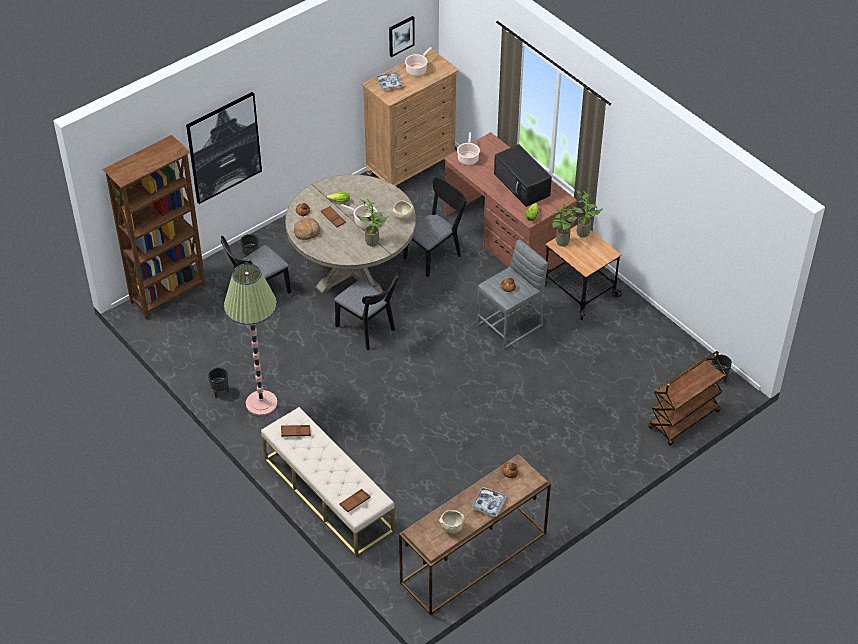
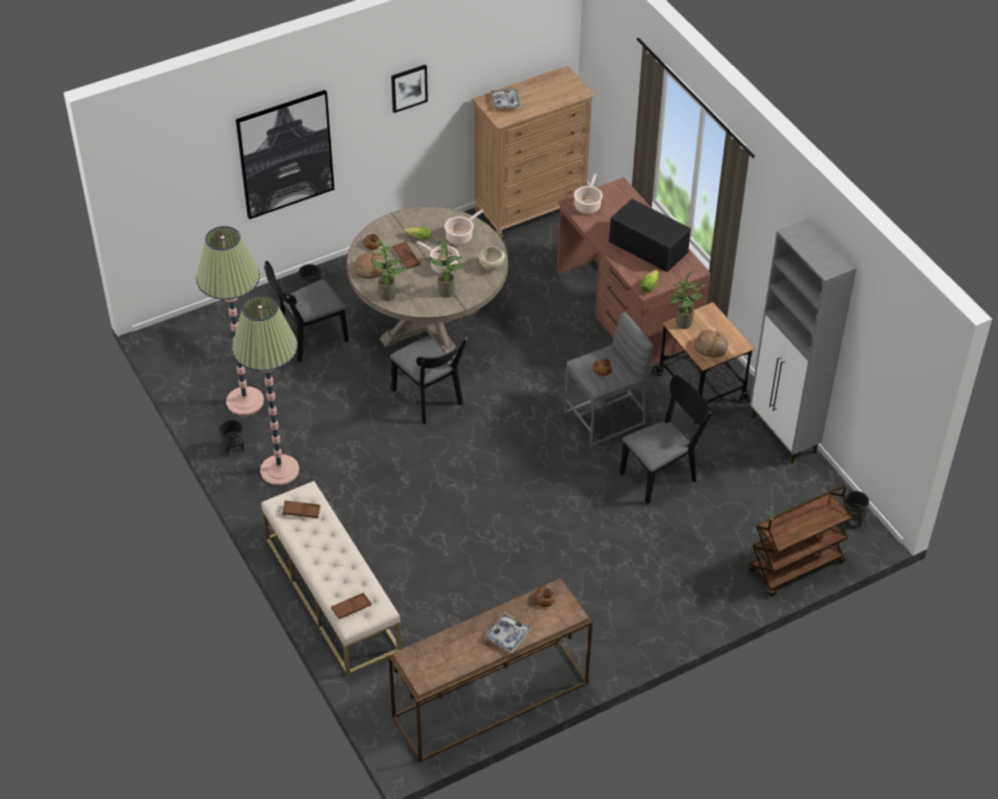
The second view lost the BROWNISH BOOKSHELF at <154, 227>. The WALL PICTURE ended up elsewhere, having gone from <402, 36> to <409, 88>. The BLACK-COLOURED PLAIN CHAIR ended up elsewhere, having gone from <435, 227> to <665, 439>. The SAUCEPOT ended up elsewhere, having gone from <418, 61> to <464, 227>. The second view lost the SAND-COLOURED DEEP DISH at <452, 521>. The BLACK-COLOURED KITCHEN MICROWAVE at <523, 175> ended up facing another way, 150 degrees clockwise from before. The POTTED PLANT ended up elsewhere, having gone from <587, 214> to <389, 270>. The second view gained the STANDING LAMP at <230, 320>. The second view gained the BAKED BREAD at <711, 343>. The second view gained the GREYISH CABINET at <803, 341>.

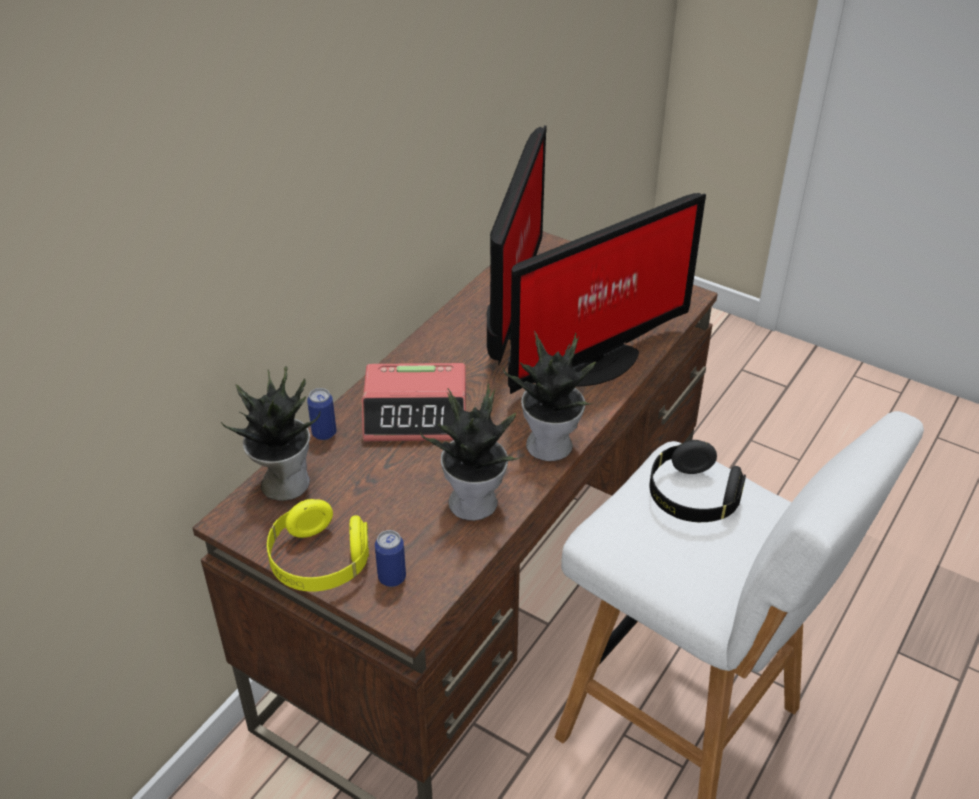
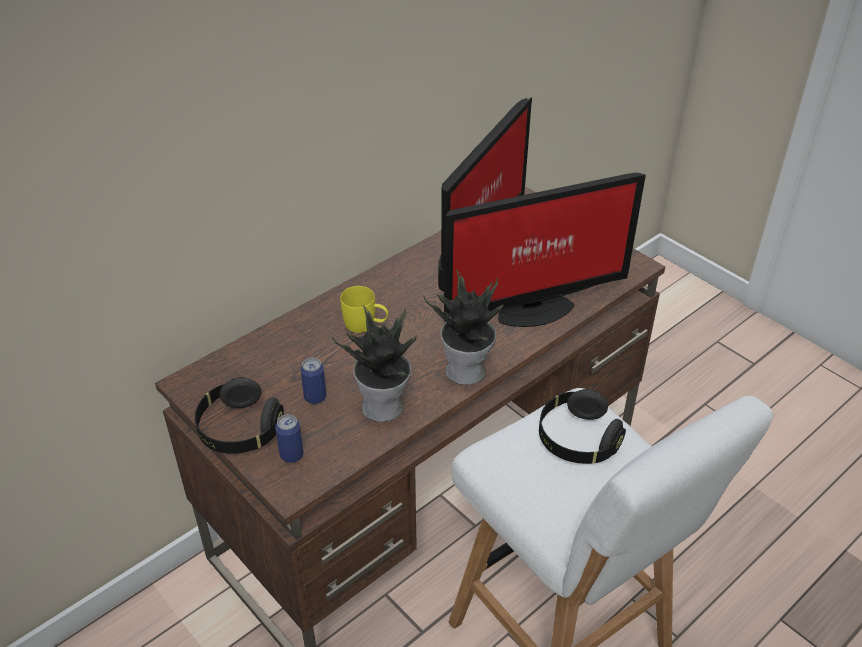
The second view lost the POTTED PLANT at <270, 433>. What was the YELLOWISH HEADPHONES at <318, 545> turned into the BLACK-COLOURED HEADPHONES at <239, 415>. The METAL CAN ended up elsewhere, having gone from <321, 414> to <313, 381>. Where the ALARM CLOCK stood at <414, 402>, the YELLOWISH TEA MUG came to stand at <364, 309>.

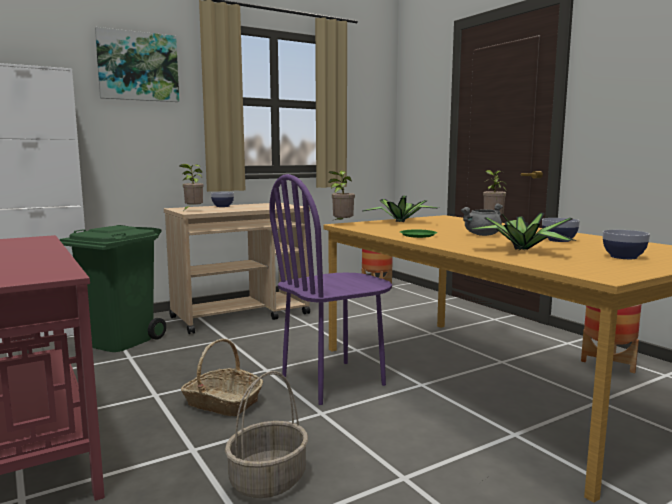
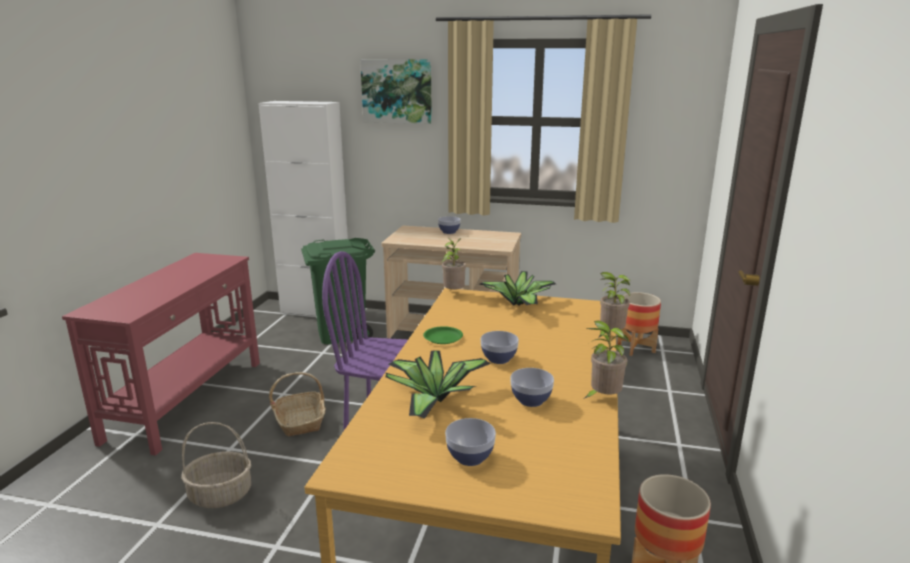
The POTTED PLANT ended up elsewhere, having gone from <191, 187> to <607, 359>. Where the GREYISH SAUCEPOT stood at <482, 219>, the DEEP DISH came to stand at <500, 347>.

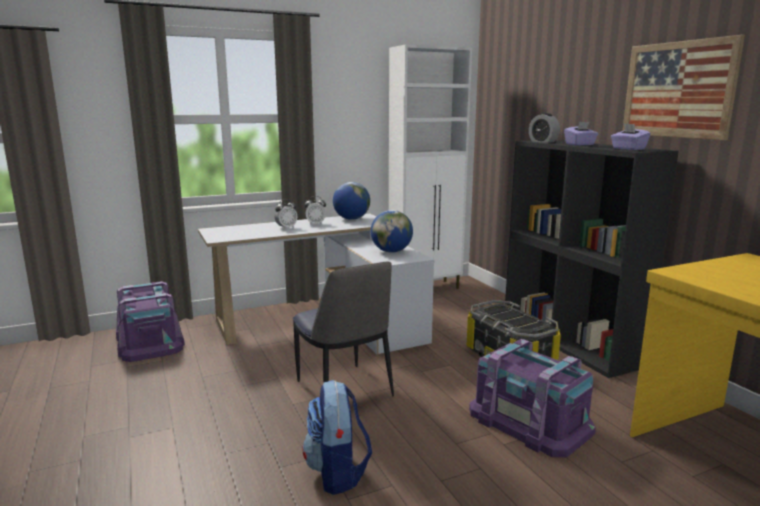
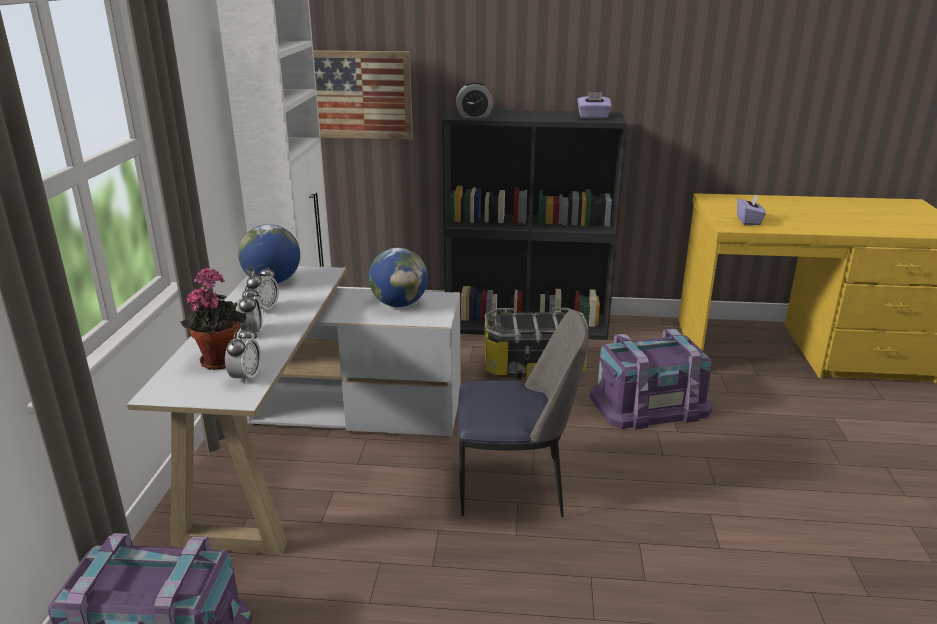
The second view lost the RUCKSACK at <337, 437>. The PURPLISH BOX OF TISSUES ended up elsewhere, having gone from <581, 134> to <751, 209>. The WALL PICTURE ended up elsewhere, having gone from <684, 87> to <363, 95>. The second view gained the POTTED PLANT at <213, 319>. The second view gained the ALARM CLOCK at <243, 354>.

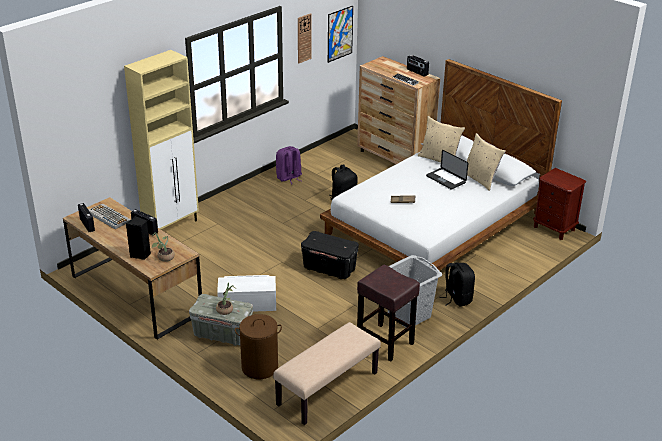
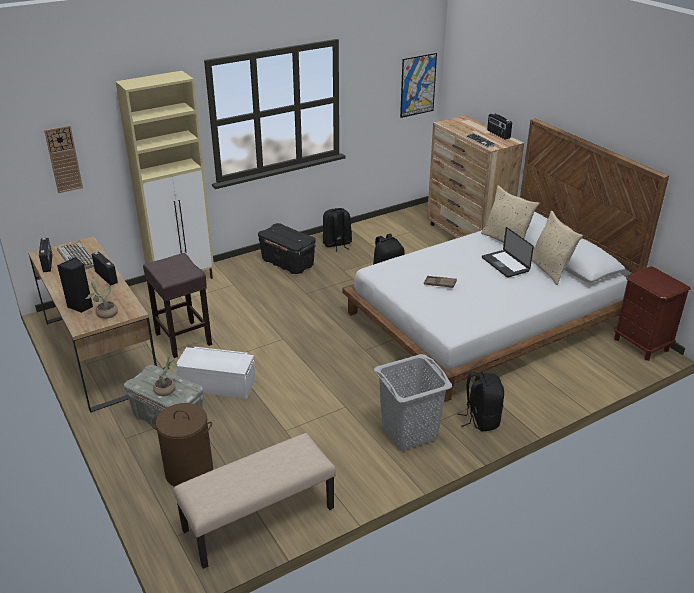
What was the PURPLISH RUCKSACK at <289, 165> turned into the BLACK-COLOURED RUCKSACK at <337, 230>. The CLOCK ON THE WALL ended up elsewhere, having gone from <305, 38> to <63, 159>. The BLACK-COLOURED STORAGE CONTAINER ended up elsewhere, having gone from <330, 255> to <287, 248>. The BROWNISH STOOL ended up elsewhere, having gone from <388, 313> to <177, 305>.

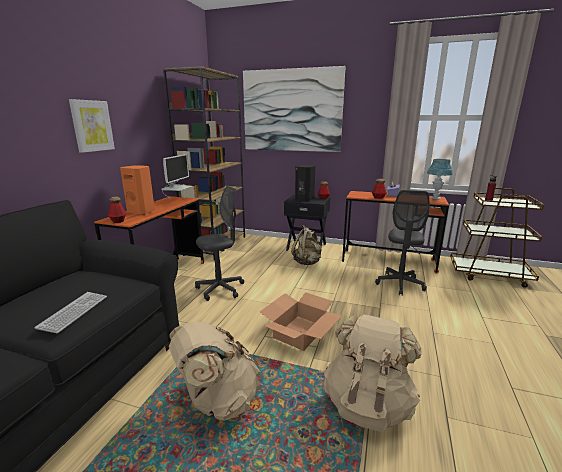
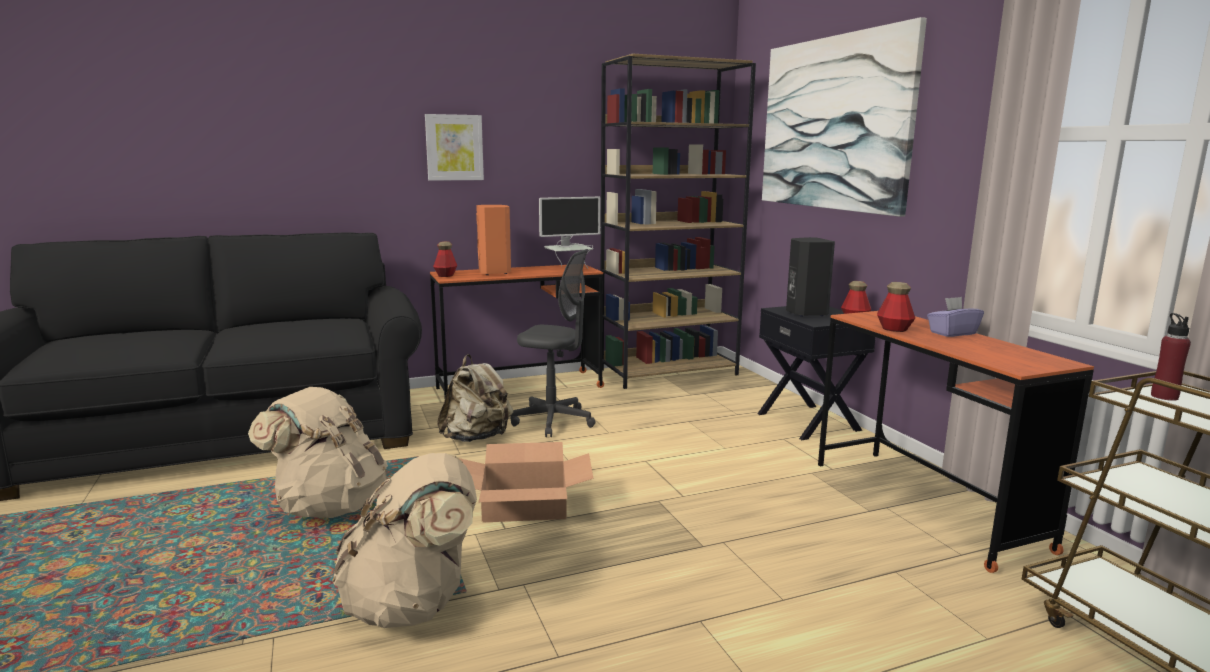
The second view lost the KEYBOARD at <70, 312>. The SAND-COLOURED RUCKSACK ended up elsewhere, having gone from <306, 245> to <475, 398>. The second view lost the GREYISH COMPUTER CHAIR at <402, 242>. The second view lost the BLUE-COLOURED TABLETOP LAMP at <440, 179>.

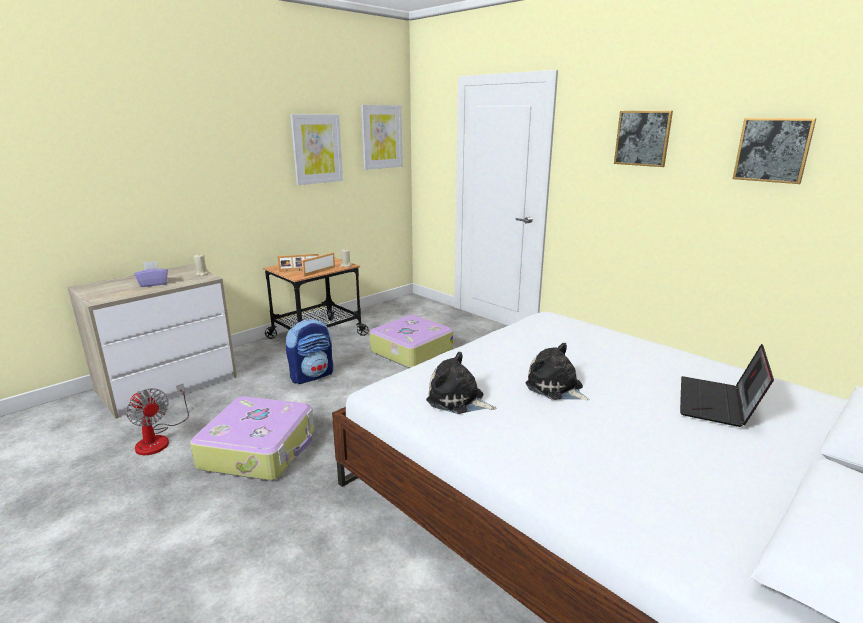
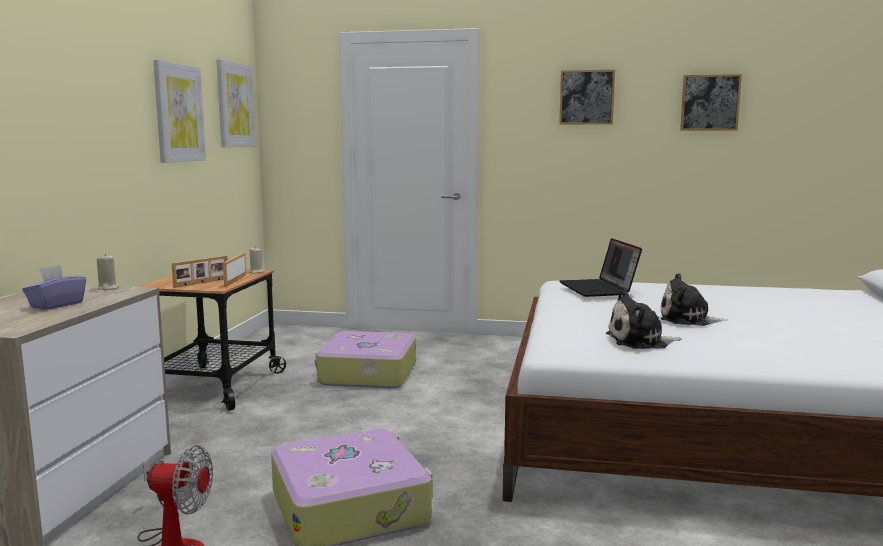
The second view lost the RUCKSACK at <309, 351>. The LAPTOP ended up elsewhere, having gone from <727, 385> to <601, 267>.

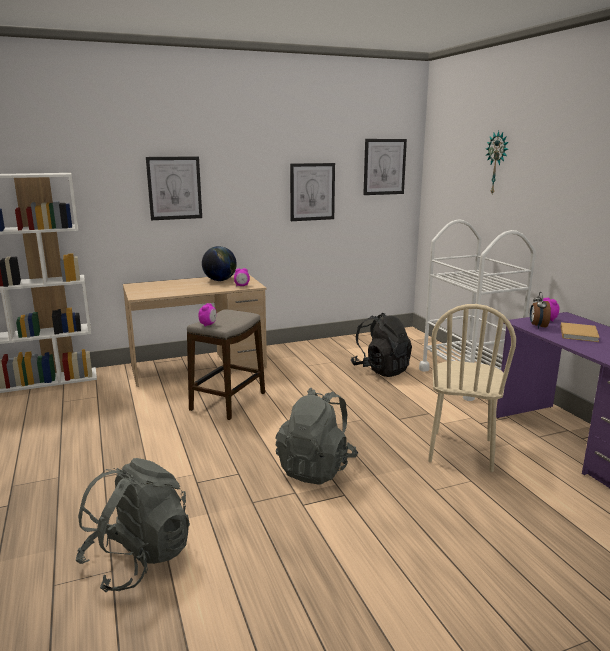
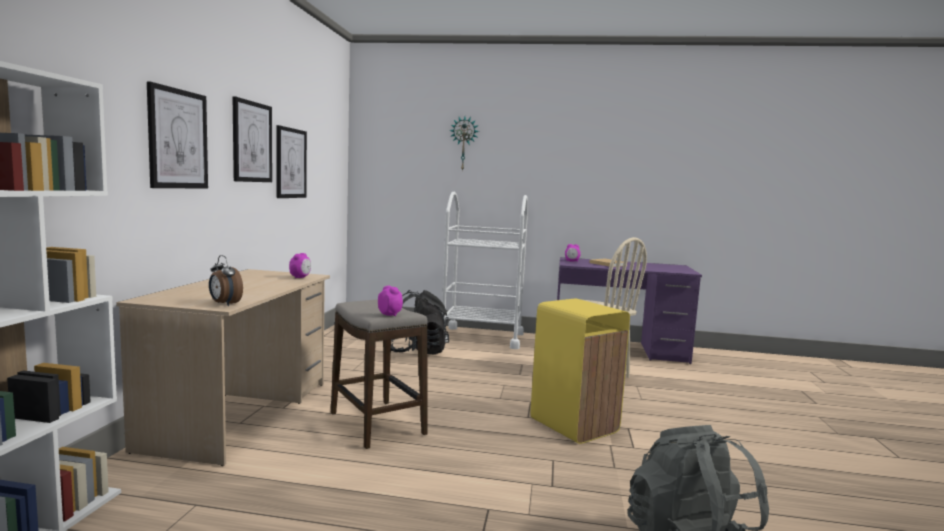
The second view lost the WORLD GLOBE at <219, 263>. Where the GREYISH RUCKSACK stood at <316, 436>, the YELLOWISH RUBBISH BIN came to stand at <580, 371>. The WALL PICTURE ended up elsewhere, having gone from <385, 167> to <252, 139>. The ALARM CLOCK ended up elsewhere, having gone from <540, 310> to <226, 280>.

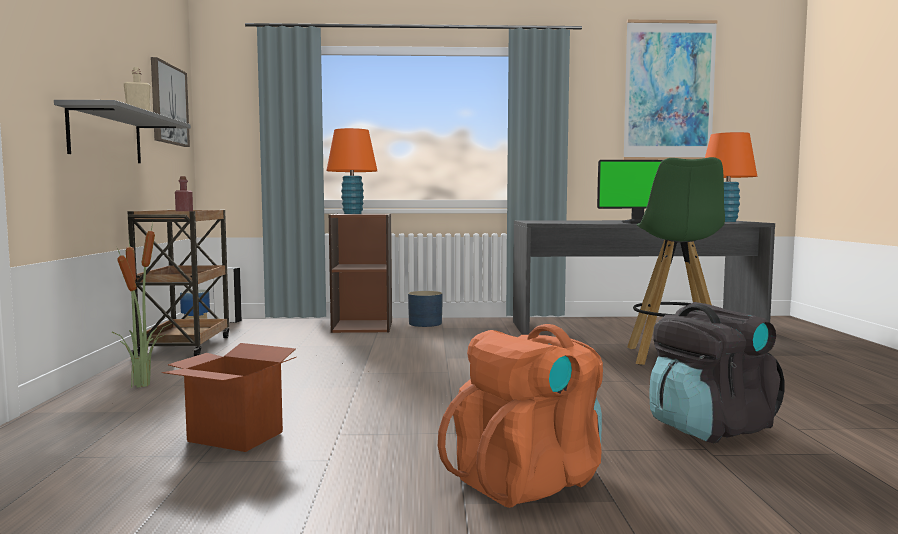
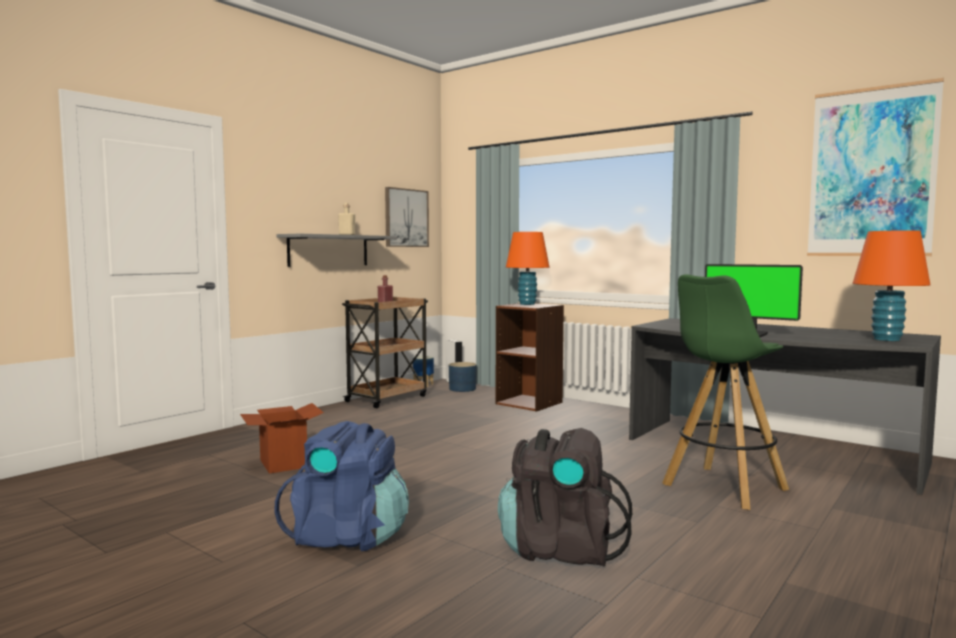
The second view lost the POTTED PLANT at <142, 305>. The BLUE-COLOURED FLOWER POT ended up elsewhere, having gone from <425, 309> to <463, 377>. What was the ORANGE-COLOURED RUCKSACK at <520, 416> turned into the BLUE-COLOURED RUCKSACK at <341, 486>.

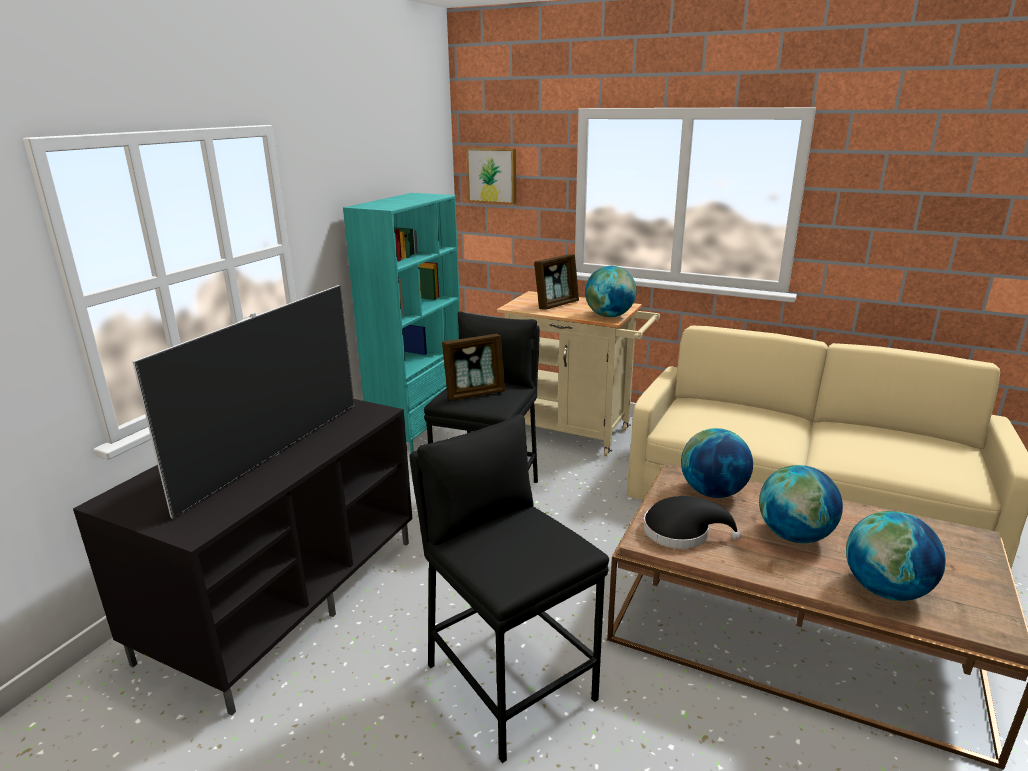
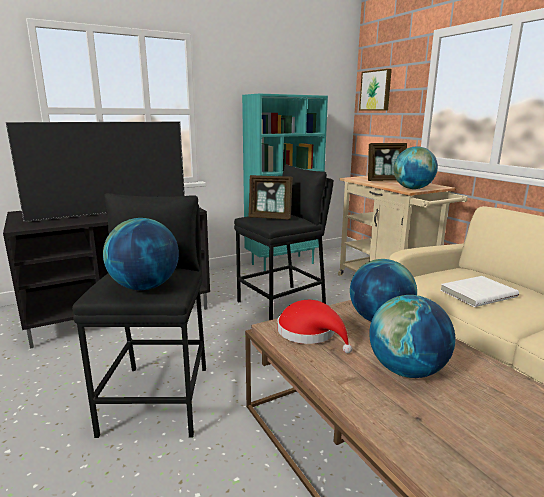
What was the BLACK-COLOURED CLOTHING HAT at <692, 522> turned into the REDDISH CLOTHING HAT at <314, 326>. The WORLD GLOBE ended up elsewhere, having gone from <896, 556> to <141, 254>. The second view gained the WHITE BOUND BOOK at <480, 291>.

